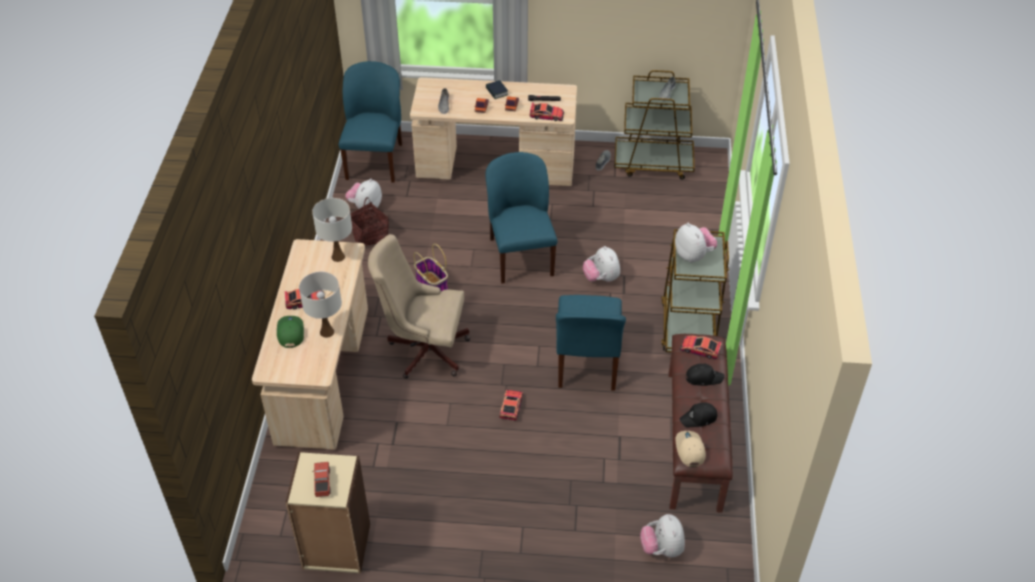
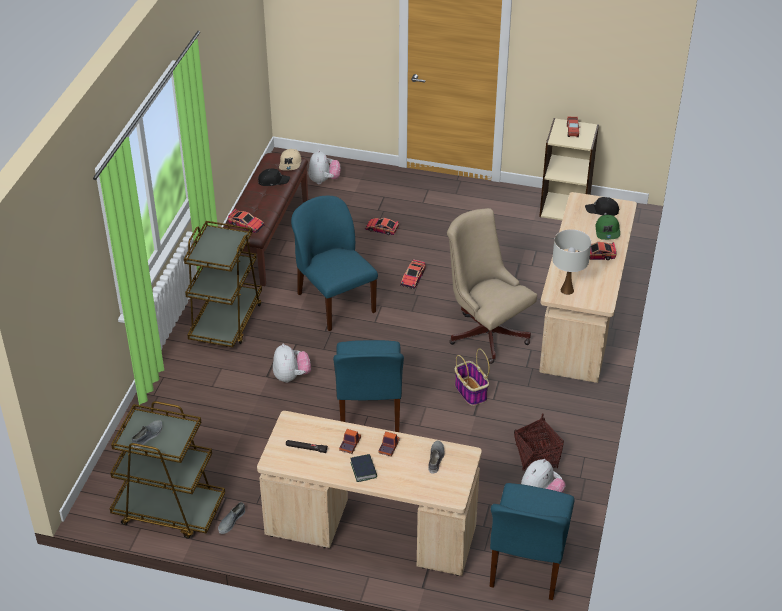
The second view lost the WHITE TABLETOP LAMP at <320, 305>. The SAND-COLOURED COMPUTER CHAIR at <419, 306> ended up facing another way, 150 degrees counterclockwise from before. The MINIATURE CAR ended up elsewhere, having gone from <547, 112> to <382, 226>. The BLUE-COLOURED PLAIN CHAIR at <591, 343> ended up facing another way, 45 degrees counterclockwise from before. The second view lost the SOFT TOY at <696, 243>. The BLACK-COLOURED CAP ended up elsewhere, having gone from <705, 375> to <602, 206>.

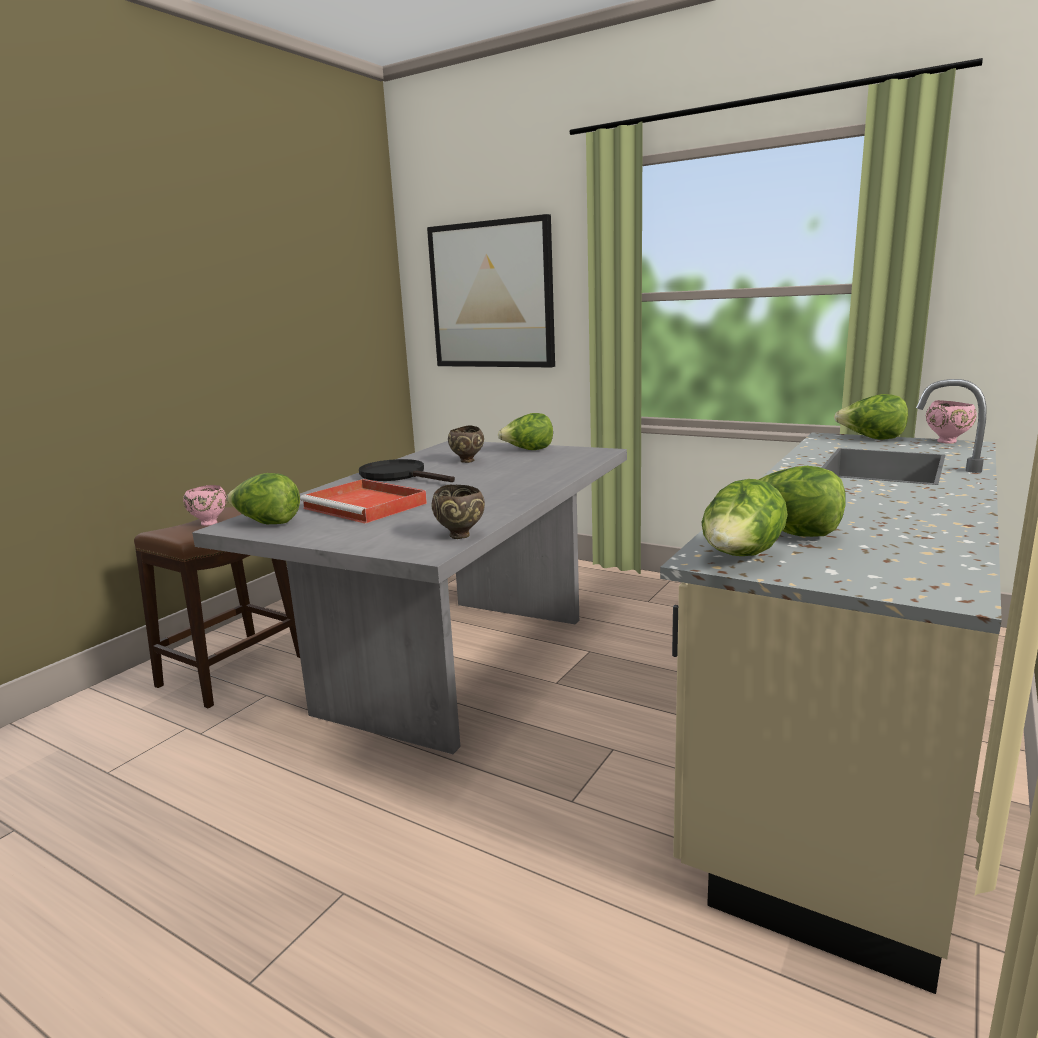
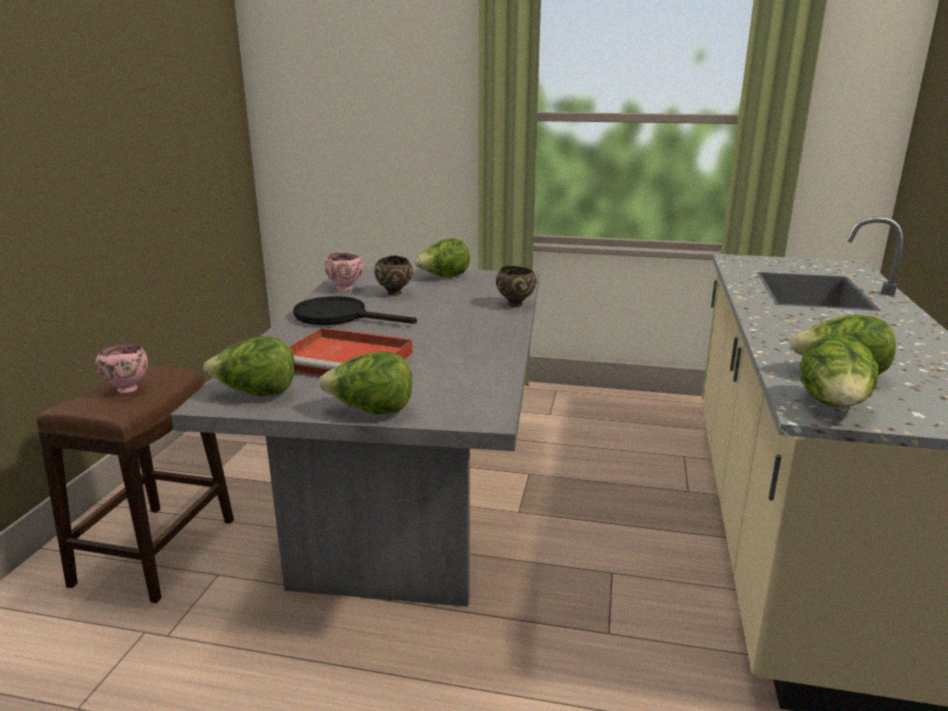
The second view lost the WALL PICTURE at <491, 290>. The BROWNISH DEEP DISH ended up elsewhere, having gone from <458, 512> to <516, 286>. The LETTUCE ended up elsewhere, having gone from <871, 417> to <365, 382>. The PINK-COLOURED DEEP DISH ended up elsewhere, having gone from <951, 422> to <344, 272>.

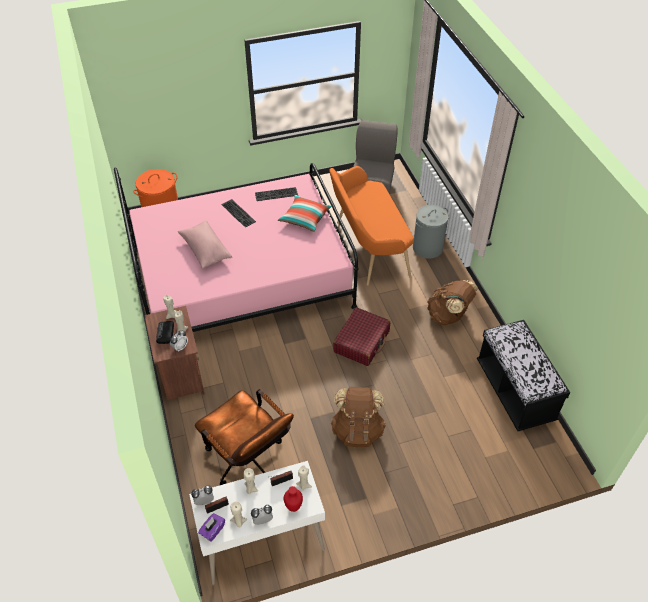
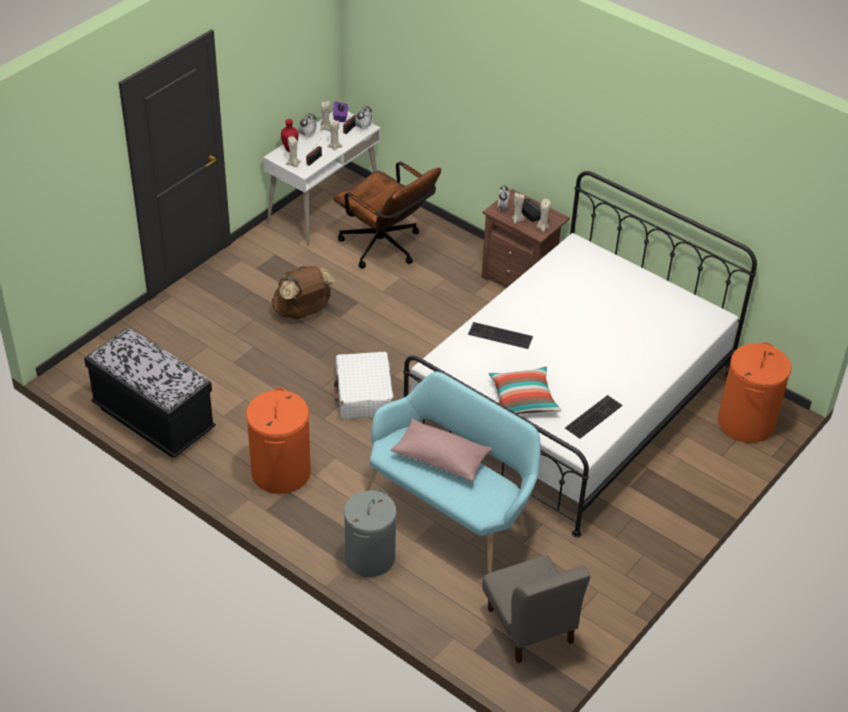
What was the PINK-COLOURED BEDROOM BED at <236, 247> turned into the WHITE BEDROOM BED at <580, 354>. The PINK-COLOURED PILLOW ended up elsewhere, having gone from <205, 244> to <442, 450>. The BROWNISH COMPUTER CHAIR at <244, 437> ended up facing another way, 150 degrees counterclockwise from before. The KEYBOARD ended up elsewhere, having gone from <238, 213> to <500, 335>. What was the ORANGE-COLOURED BENCH at <371, 226> turned into the TURQUOISE-COLOURED BENCH at <453, 472>. What was the REDDISH SUITCASE at <361, 336> turned into the WHITE SUITCASE at <364, 385>. Where the BROWNISH RUCKSACK stood at <452, 302>, the ORANGE-COLOURED HAMPER came to stand at <278, 440>.

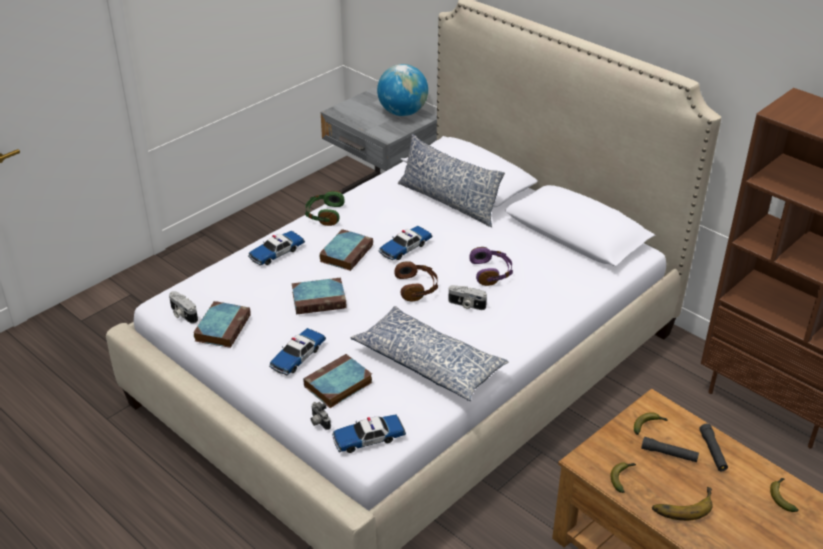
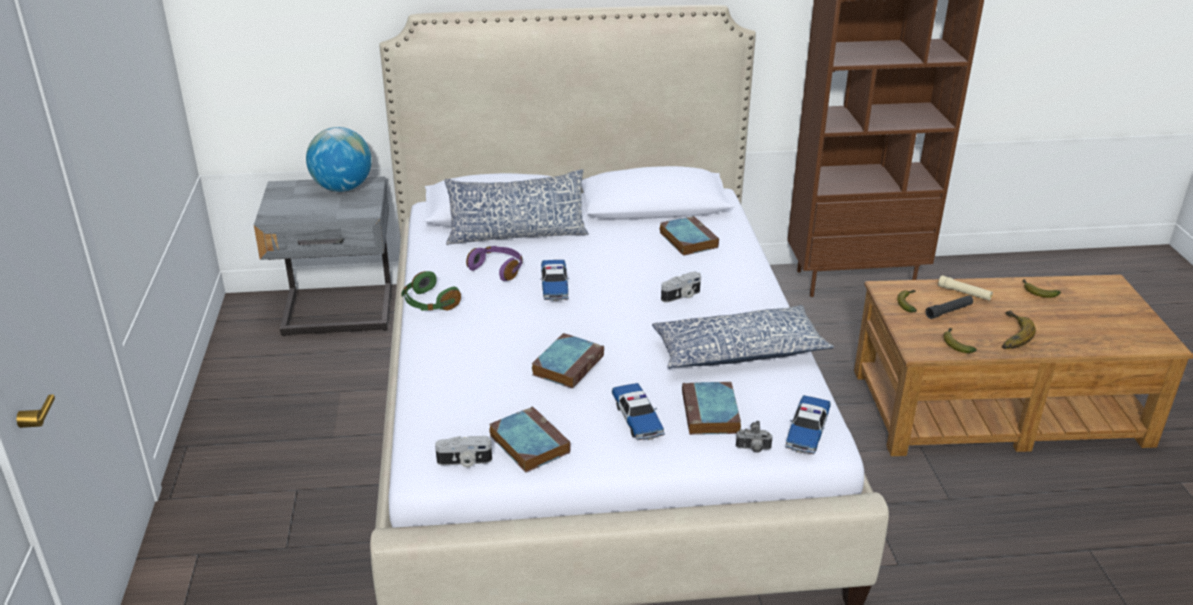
The second view lost the MINIATURE CAR at <276, 248>. The BOUND BOOK ended up elsewhere, having gone from <346, 250> to <689, 236>. The second view lost the BROWNISH HEADPHONES at <416, 281>. The PURPLISH HEADPHONES ended up elsewhere, having gone from <491, 266> to <494, 263>. What was the BLACK-COLOURED FLASHLIGHT at <713, 447> turned into the SAND-COLOURED FLASHLIGHT at <965, 288>.

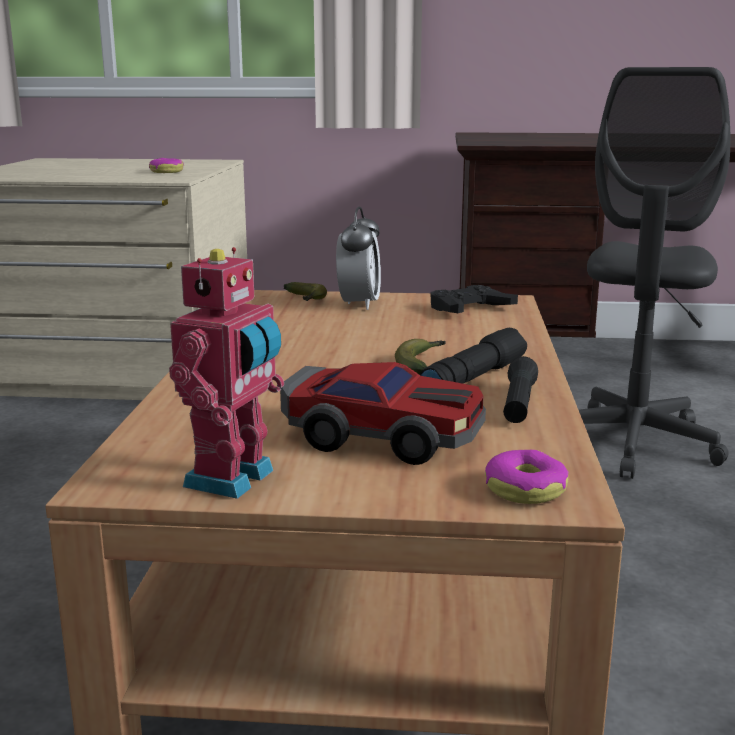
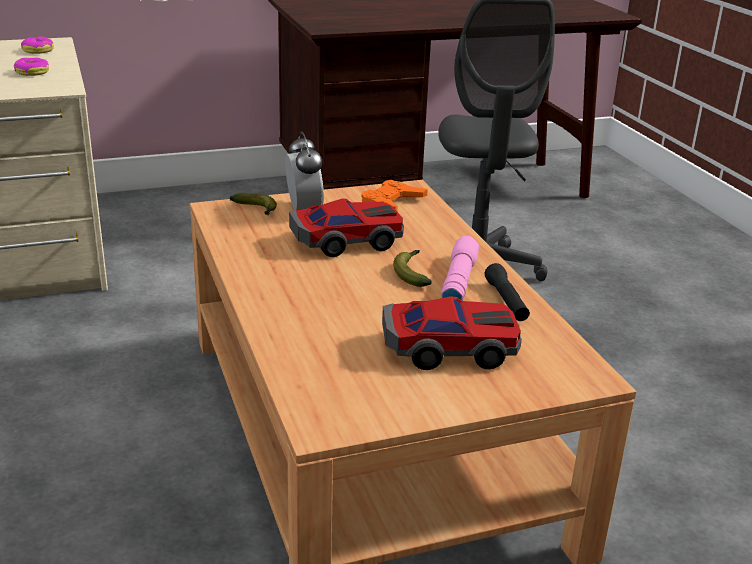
The second view lost the ROBOT FIGURE at <226, 373>. What was the BLACK-COLOURED FLASHLIGHT at <473, 356> turned into the PINK-COLOURED FLASHLIGHT at <460, 268>. What was the BLACK-COLOURED GAMEPAD at <474, 299> turned into the ORANGE-COLOURED GAMEPAD at <394, 195>. The DONUT ended up elsewhere, having gone from <526, 477> to <37, 45>. The second view gained the MINIATURE CAR at <346, 227>.

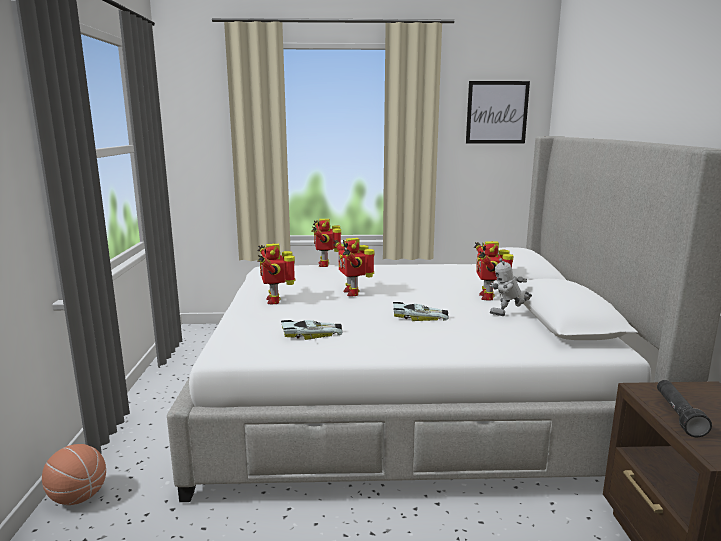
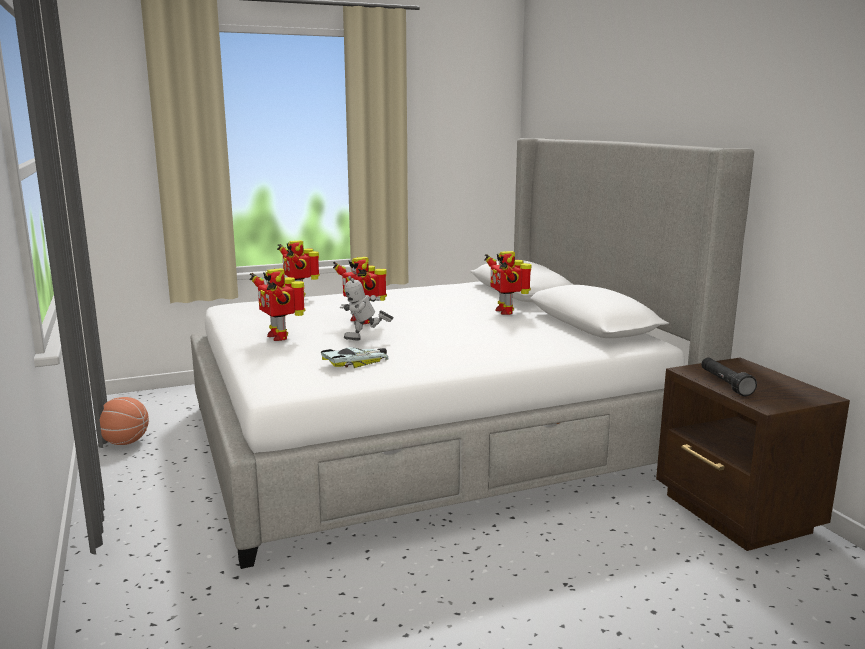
The BASKETBALL ended up elsewhere, having gone from <74, 474> to <124, 421>. The second view lost the MINIATURE CAR at <421, 311>. The second view lost the WALL PICTURE at <498, 112>. The ROBOT FIGURE ended up elsewhere, having gone from <510, 287> to <367, 308>.

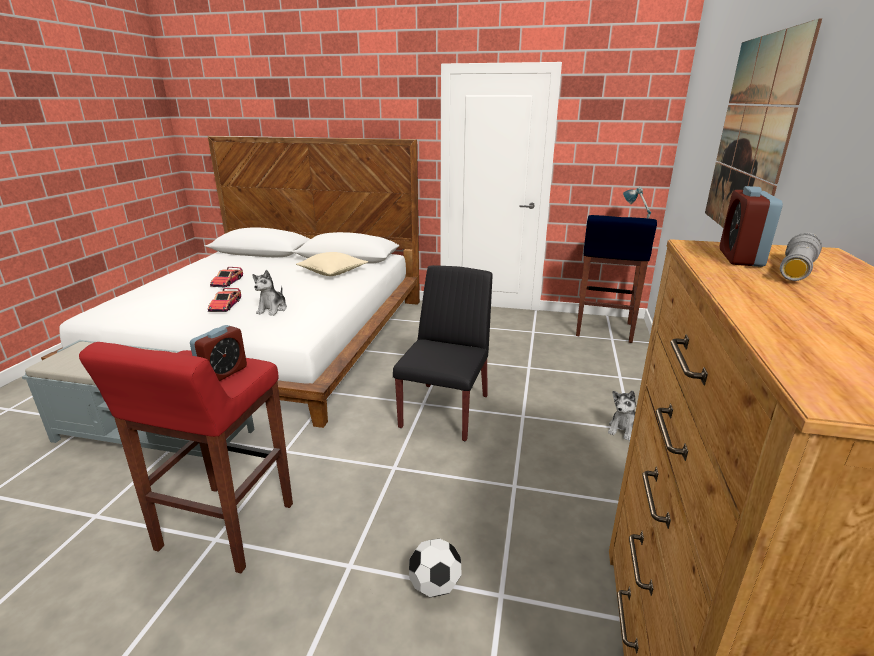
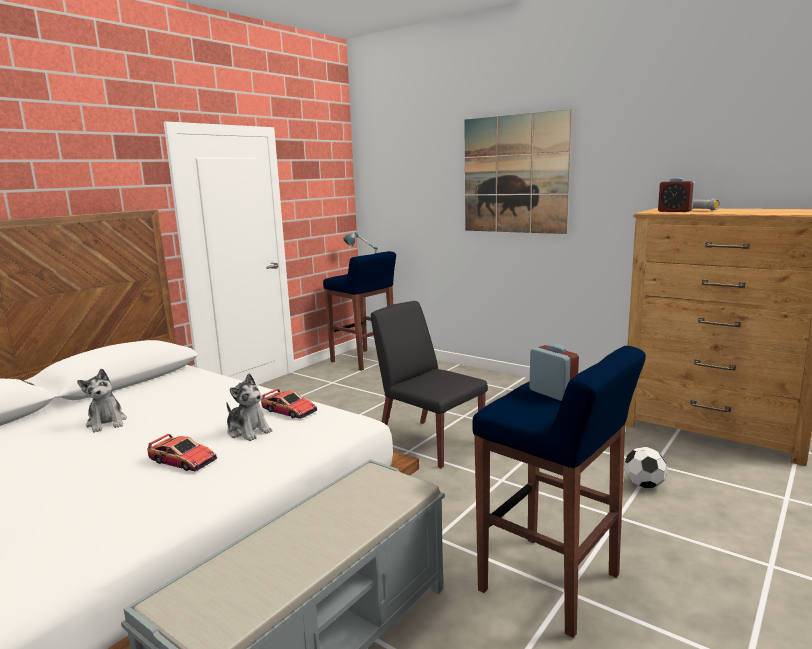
What was the REDDISH STOOL at <186, 457> turned into the BLUE-COLOURED STOOL at <559, 492>. The MINIATURE CAR ended up elsewhere, having gone from <226, 277> to <289, 404>. The second view lost the SAND-COLOURED PILLOW at <332, 264>. The SOFT TOY ended up elsewhere, having gone from <622, 416> to <102, 400>.

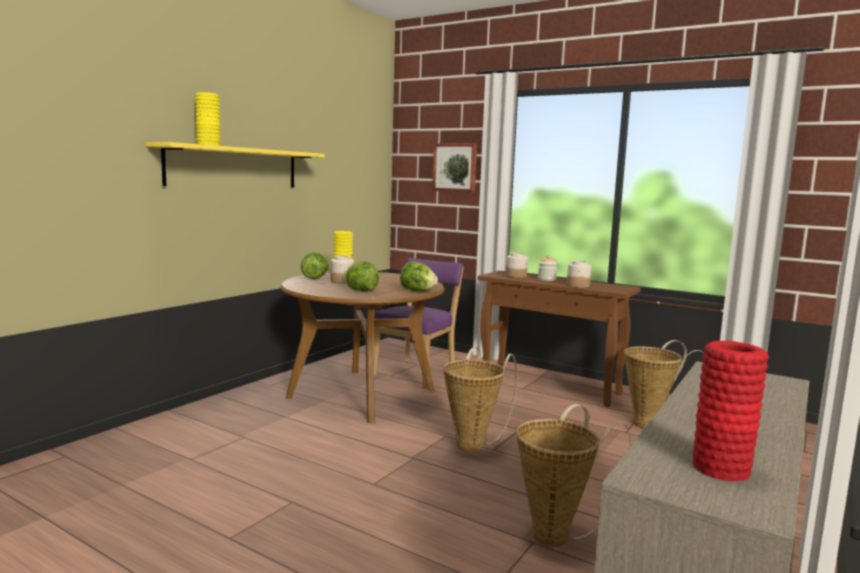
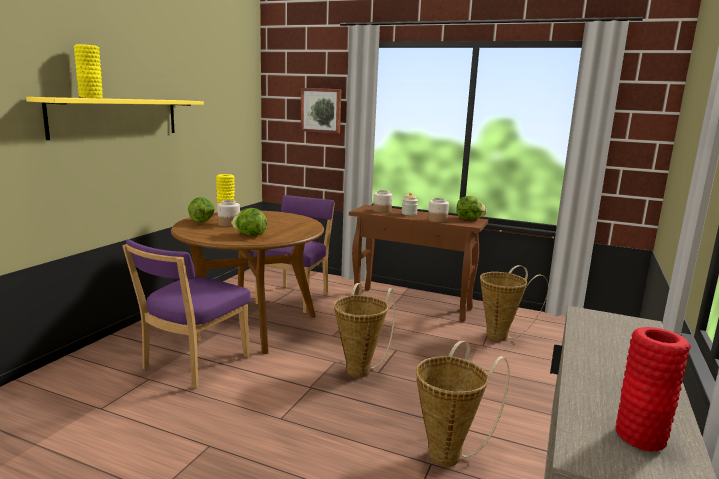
The LETTUCE ended up elsewhere, having gone from <419, 276> to <471, 207>. The second view gained the PURPLISH PLAIN CHAIR at <186, 313>.

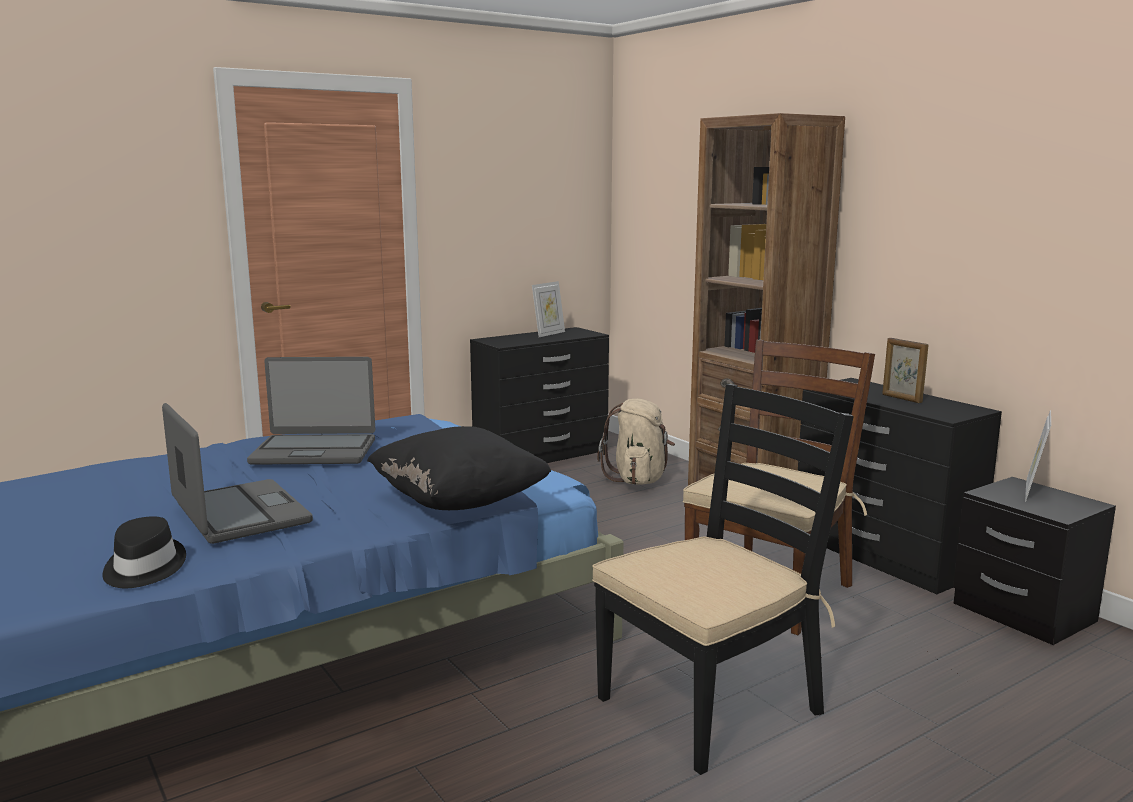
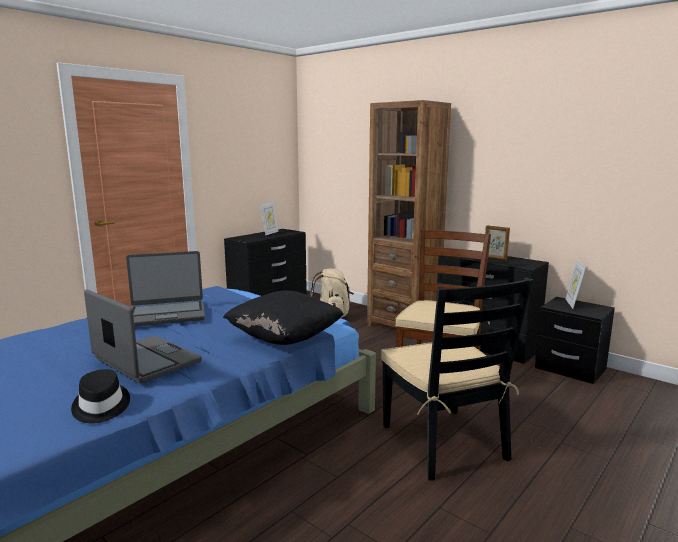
The BLACK-COLOURED PLAIN CHAIR at <723, 579> ended up facing another way, 120 degrees clockwise from before.

